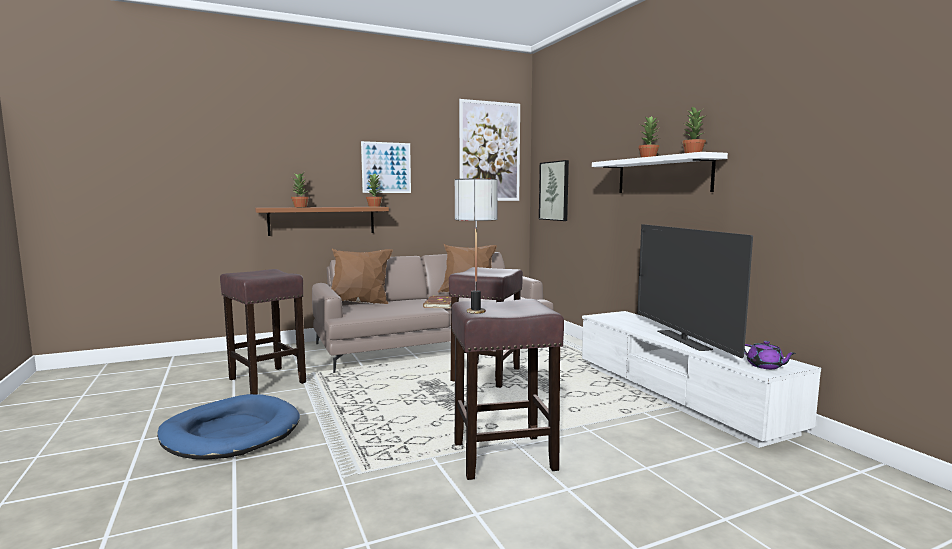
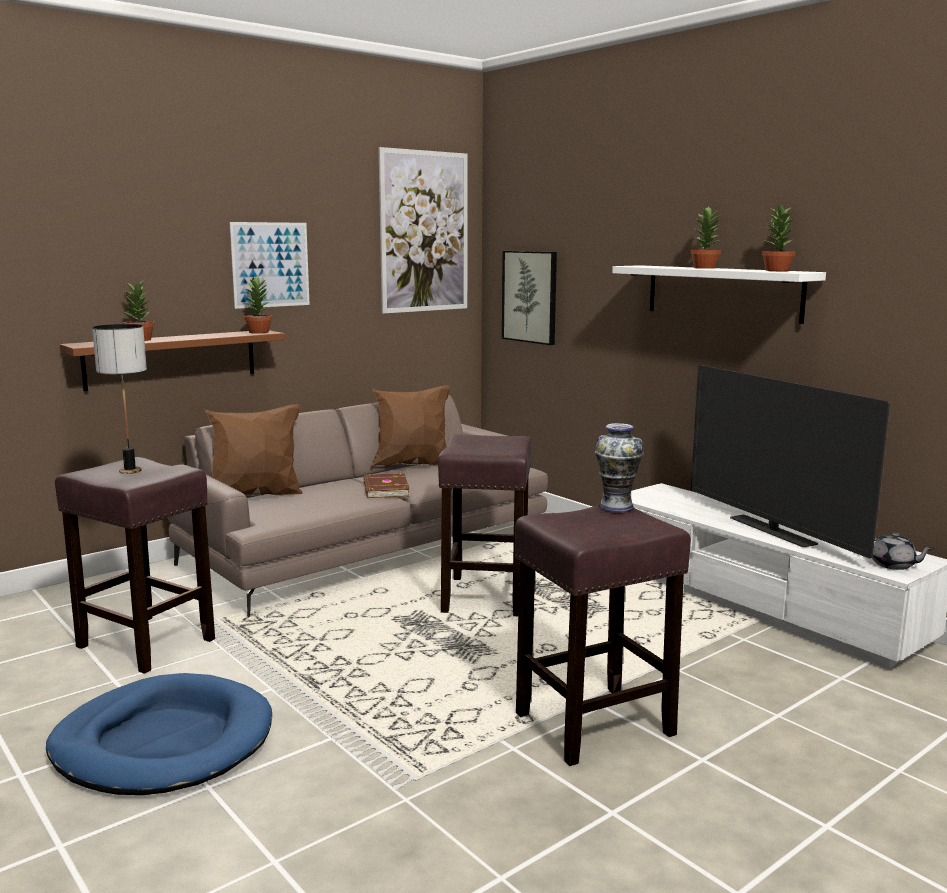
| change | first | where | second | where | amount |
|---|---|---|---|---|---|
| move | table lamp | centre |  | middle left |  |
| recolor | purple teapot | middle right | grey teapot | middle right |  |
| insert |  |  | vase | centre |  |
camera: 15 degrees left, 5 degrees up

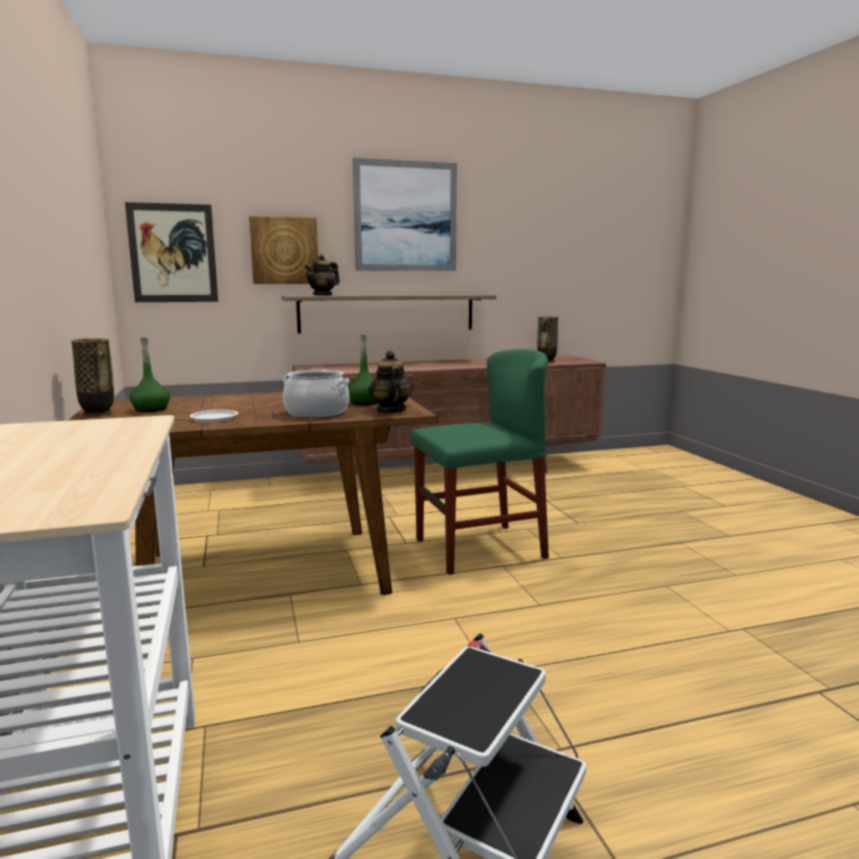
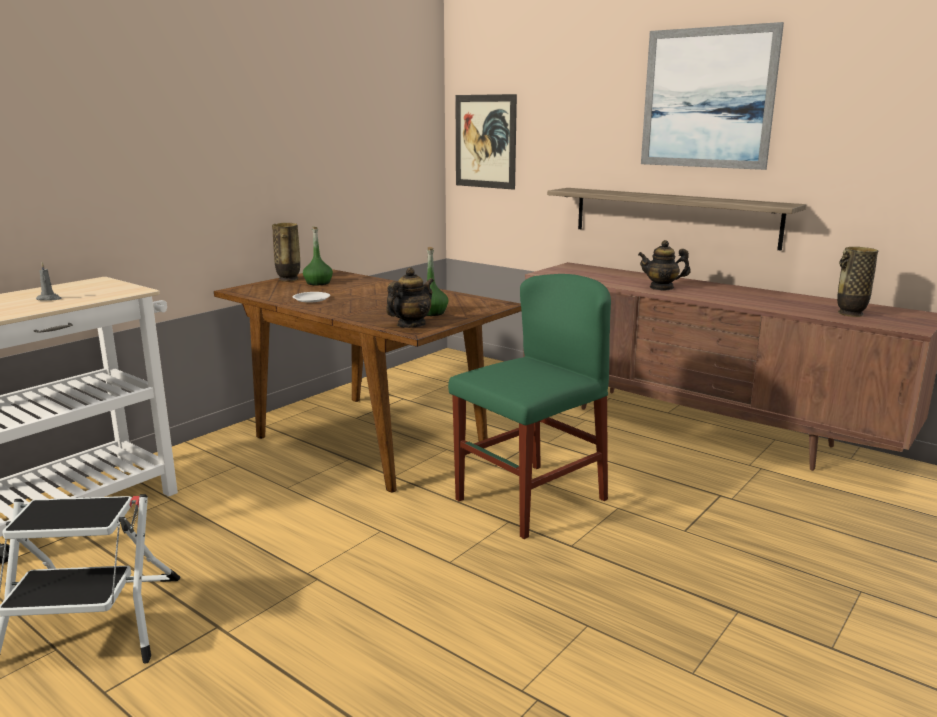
| change | first | where | second | where | amount |
|---|---|---|---|---|---|
| delete | picture (2nd from left) | top left |  |  |  |
| delete | cooking pot | centre |  |  |  |
| move | teapot (1st from left in the first image) | top centre | teapot (2nd from left) | middle right |  |
| rotate | green chair | centre |  | centre | 75 degrees counterclockwise |
| insert |  |  | grey candle | middle left |  |
camera: 55 degrees right, 5 degrees up

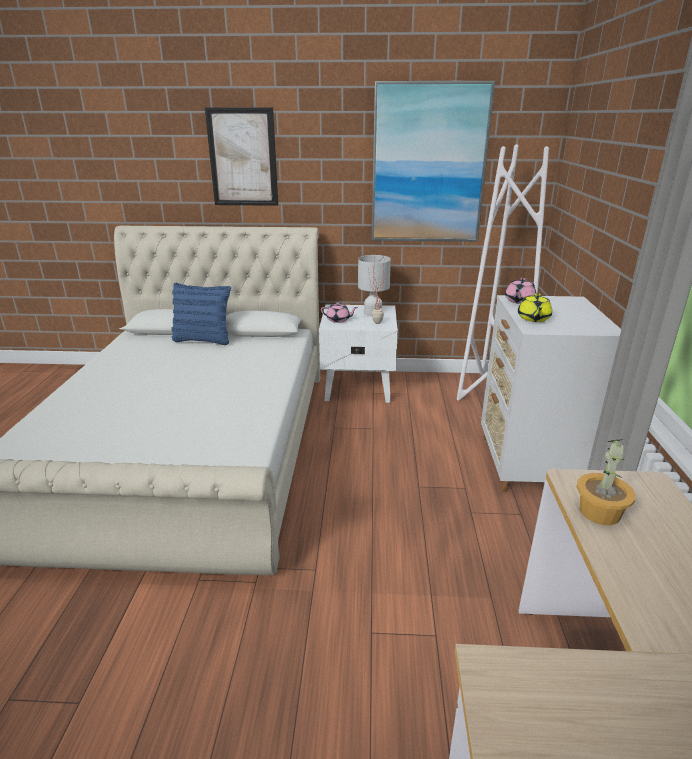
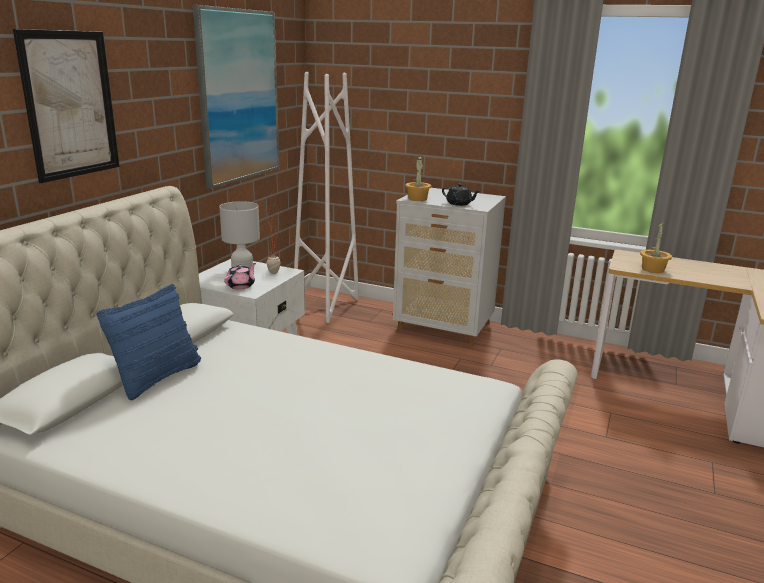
| change | first | where | second | where | amount |
|---|---|---|---|---|---|
| replace | pink teapot (2nd from left) | middle right | potted plant (2nd from left) | top centre |  |
| recolor | yellow teapot | middle right | black teapot | centre |  |
camera: 70 degrees left, 5 degrees down

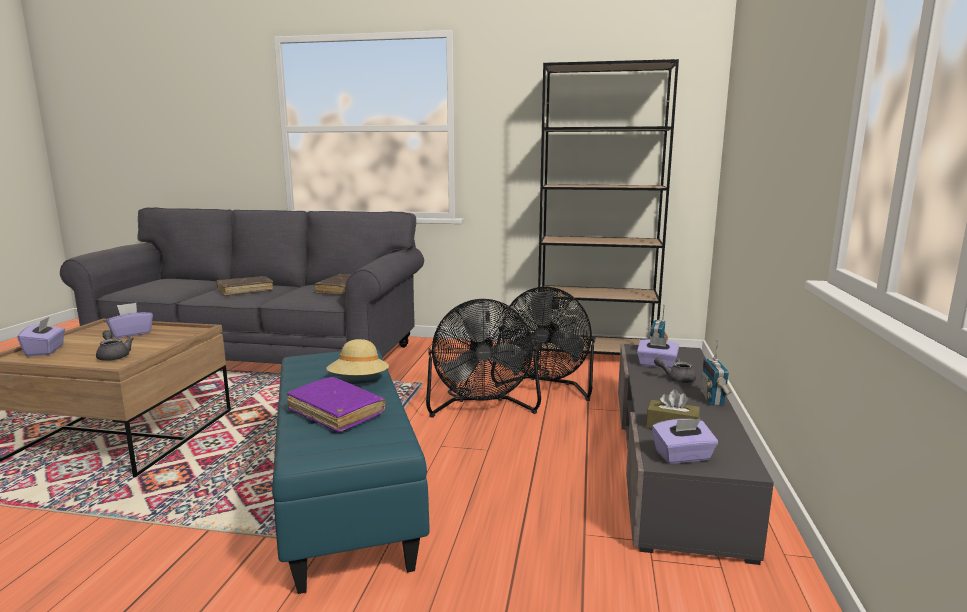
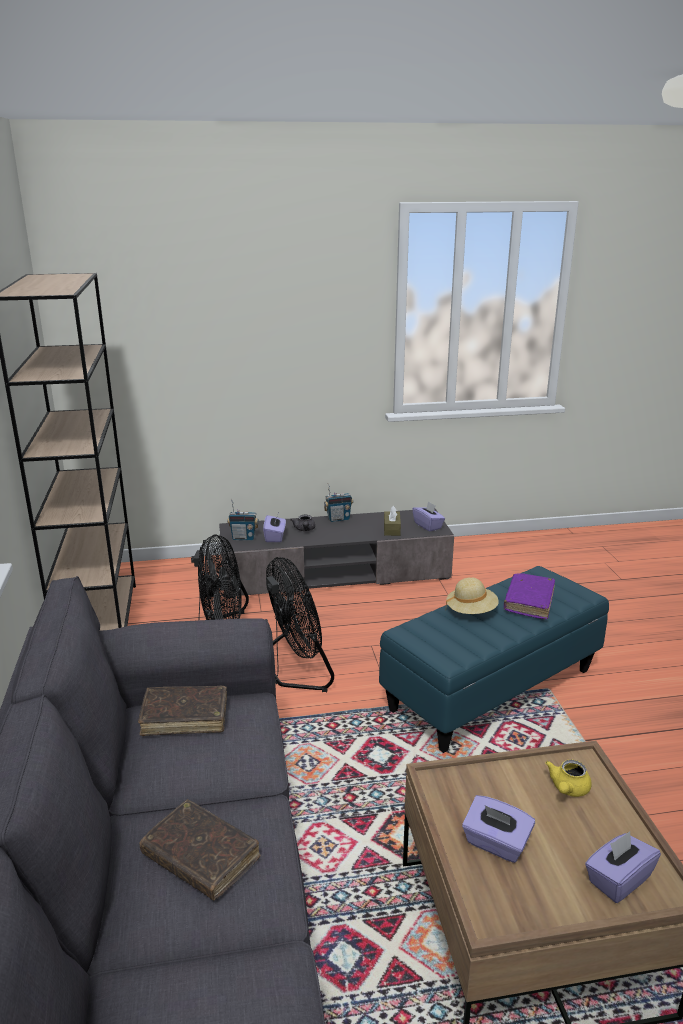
| change | first | where | second | where | amount |
|---|---|---|---|---|---|
| recolor | grey teapot (1st from left) | middle left | yellow teapot | bottom right |  |
camera: 110 degrees left, 10 degrees up

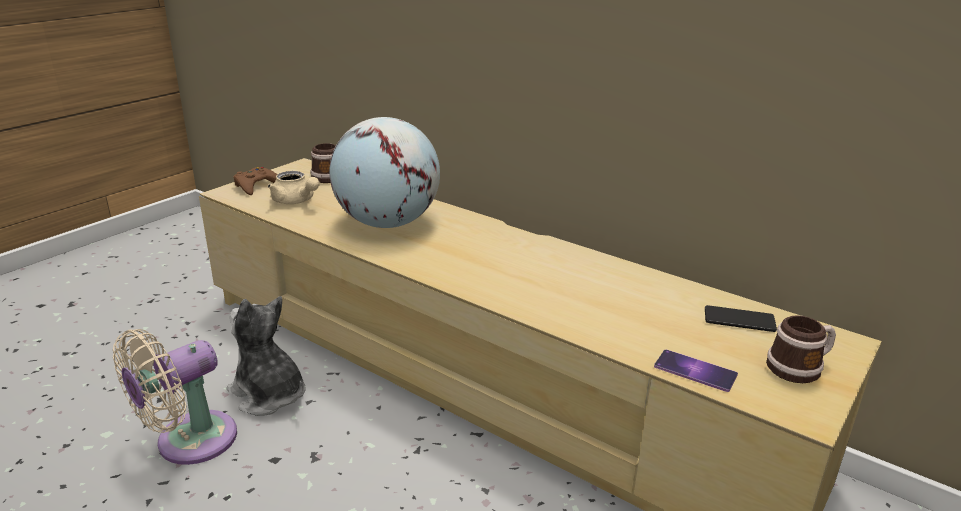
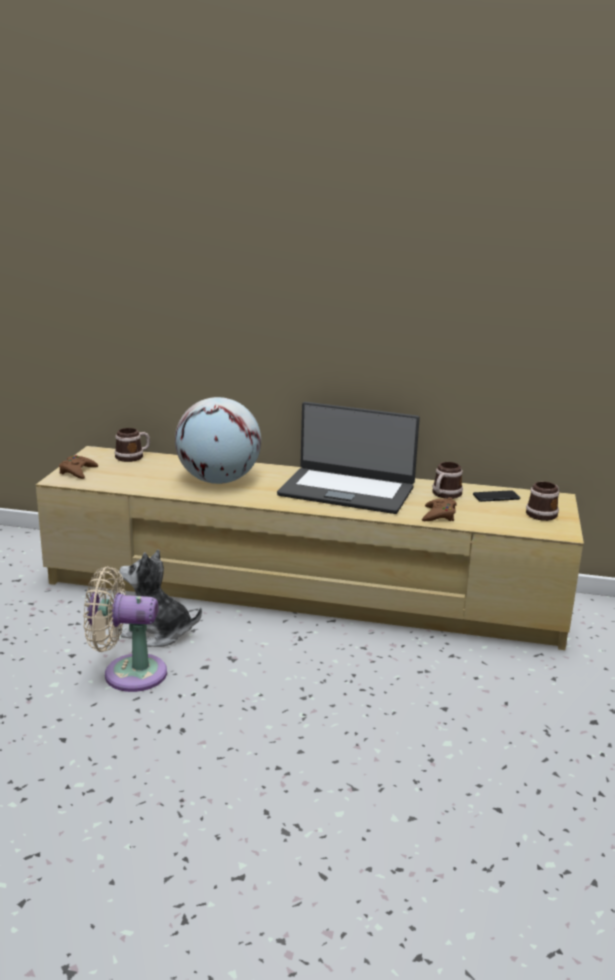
| change | first | where | second | where | amount |
|---|---|---|---|---|---|
| rotate | beige fan | bottom left |  | middle left | 75 degrees clockwise |
| delete | beige teapot | middle left |  |  |  |
| delete | phone (1st from left) | bottom right |  |  |  |
| insert |  |  | laptop | centre |  |
| insert |  |  | brown game controller (2nd from left) | middle right |  |
| insert |  |  | mug (2nd from left) | middle right |  |
camera: 25 degrees left, 5 degrees down

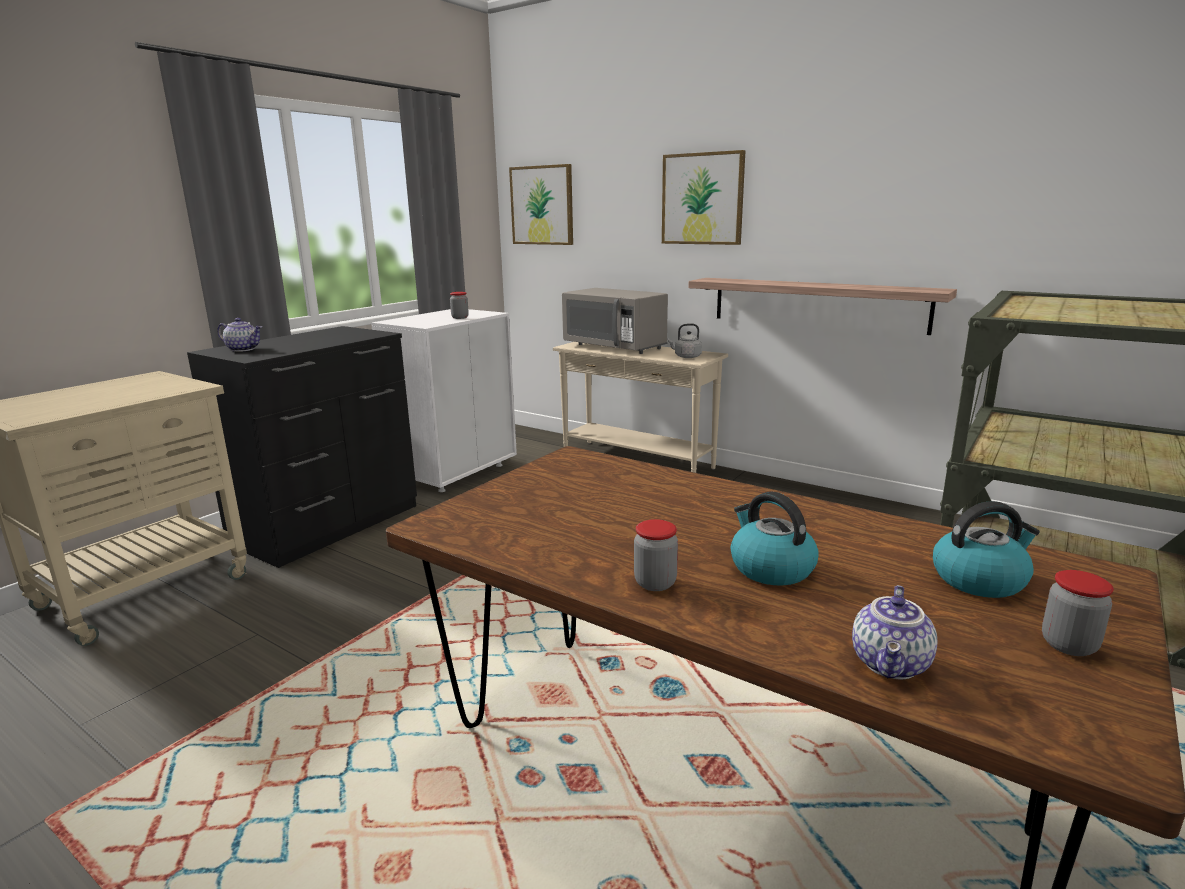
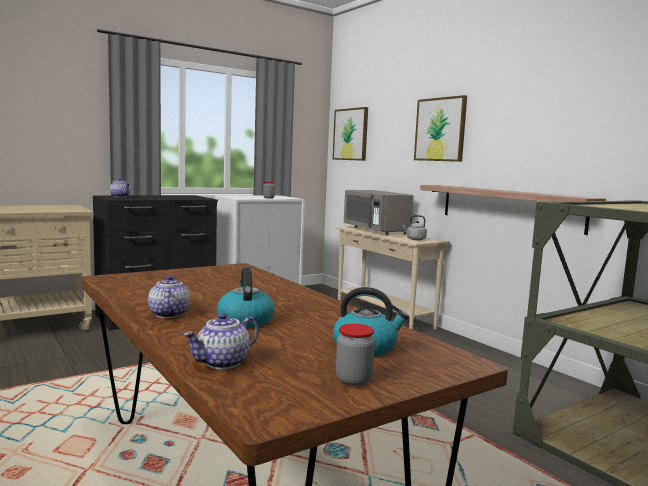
| change | first | where | second | where | amount |
|---|---|---|---|---|---|
| replace | jar (2nd from left) | centre | teapot (2nd from left) | middle left |  |
camera: 20 degrees right, 10 degrees down

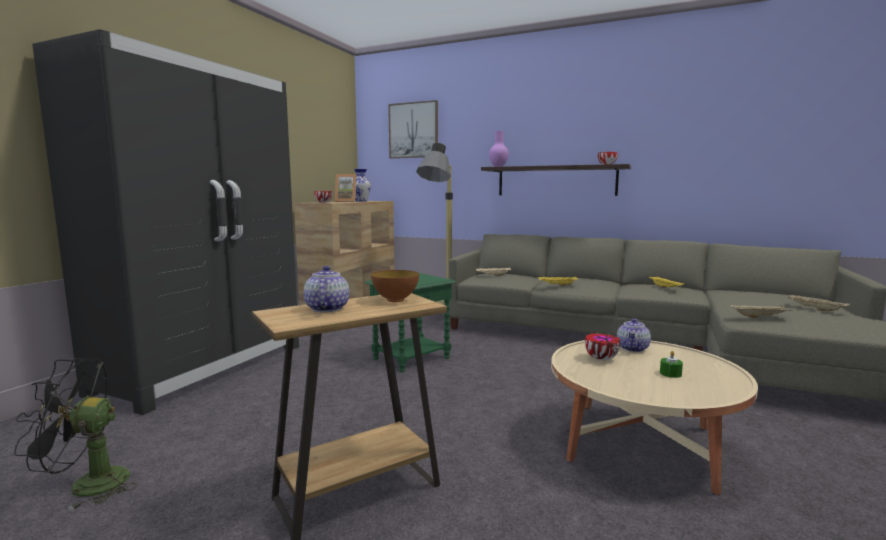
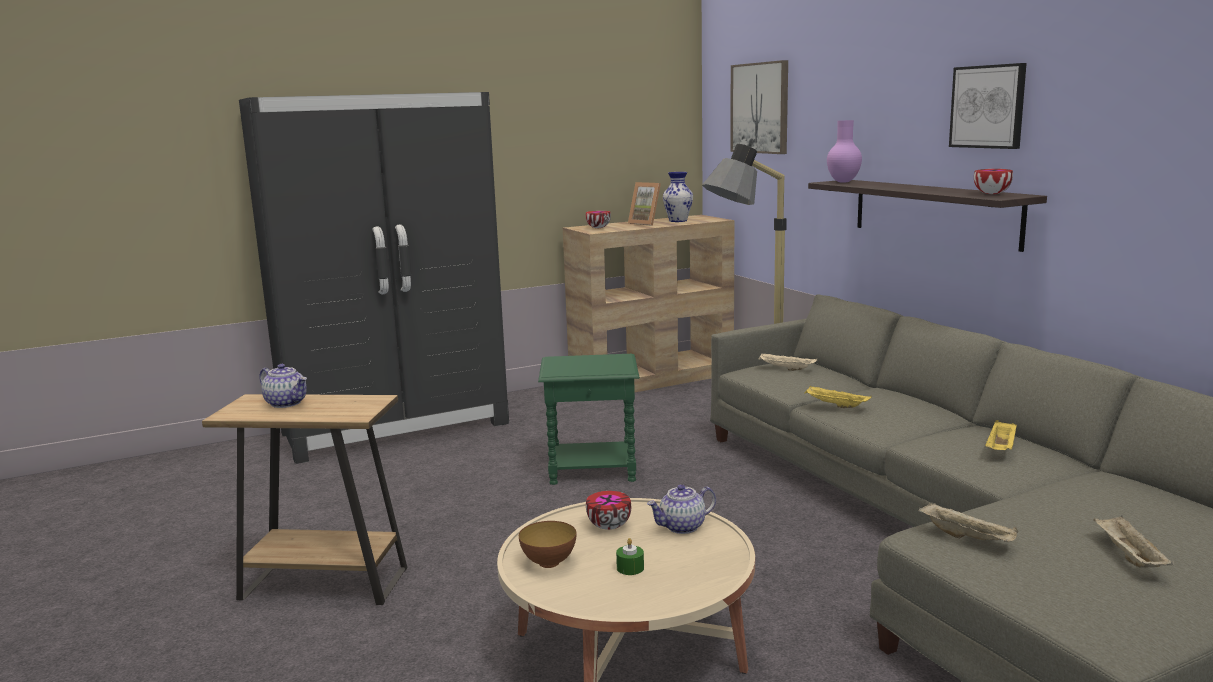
| change | first | where | second | where | amount |
|---|---|---|---|---|---|
| delete | black fan | bottom left |  |  |  |
| rotate | teapot (1st from left) | centre |  | middle left | 90 degrees clockwise |
| move | bowl (2nd from left in the first image) | centre | bowl (1st from left) | bottom centre |  |
| insert |  |  | picture (2nd from left) | top right |  |
camera: 40 degrees right, 5 degrees up

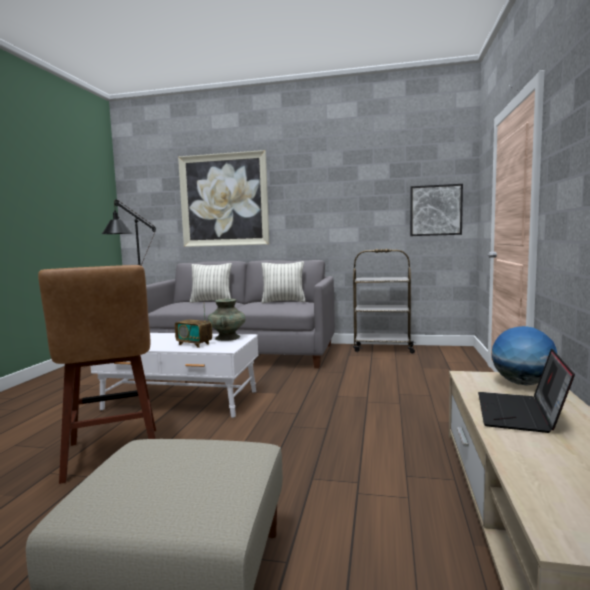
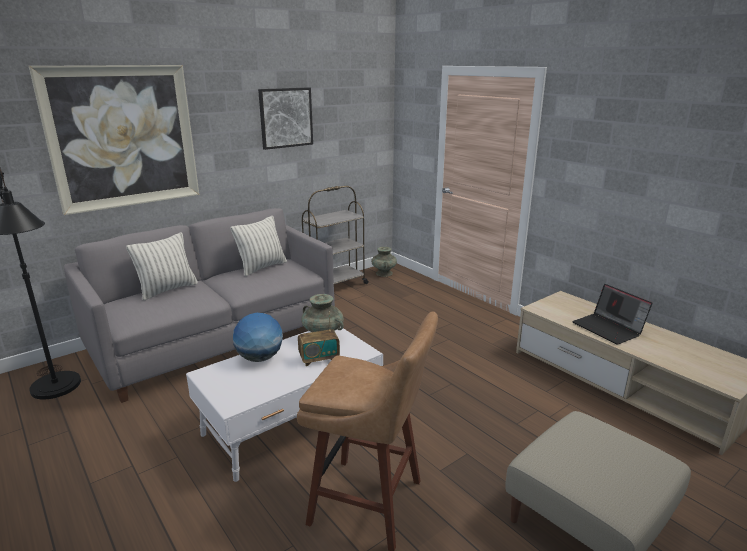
| change | first | where | second | where | amount |
|---|---|---|---|---|---|
| move | picture (2nd from left) | middle right |  | top centre |  |
| move | globe | middle right |  | centre |  |
| insert |  |  | turquoise vase (2nd from left) | centre |  |
camera: 50 degrees left, 15 degrees up

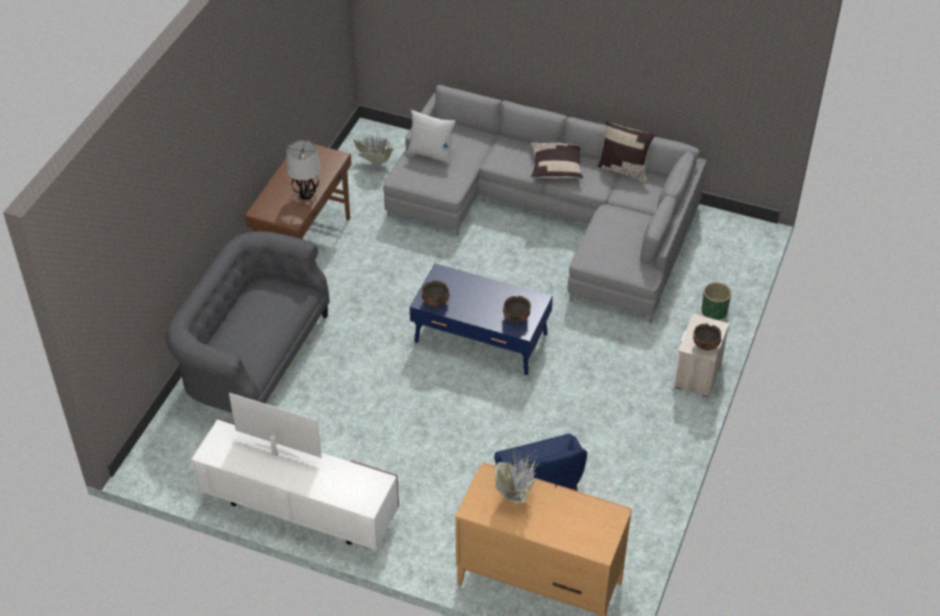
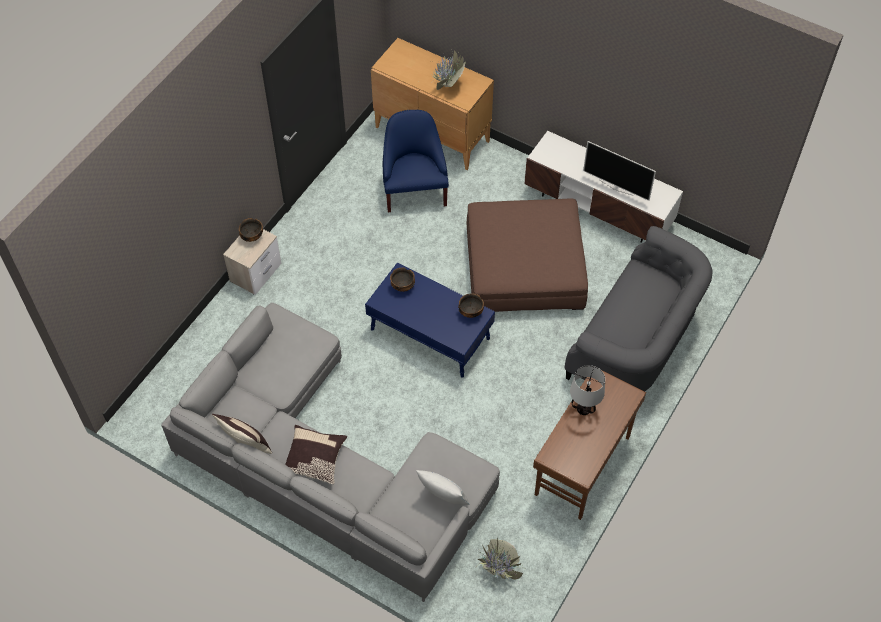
| change | first | where | second | where | amount |
|---|---|---|---|---|---|
| delete | green planter | middle right |  |  |  |
| insert |  |  | brown ottoman | centre |  |
camera: 170 degrees left, 10 degrees up

